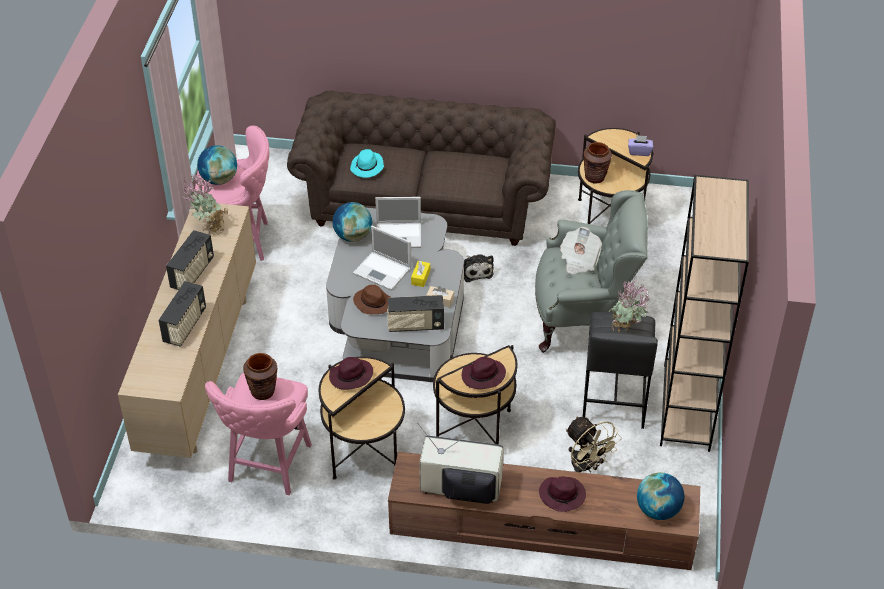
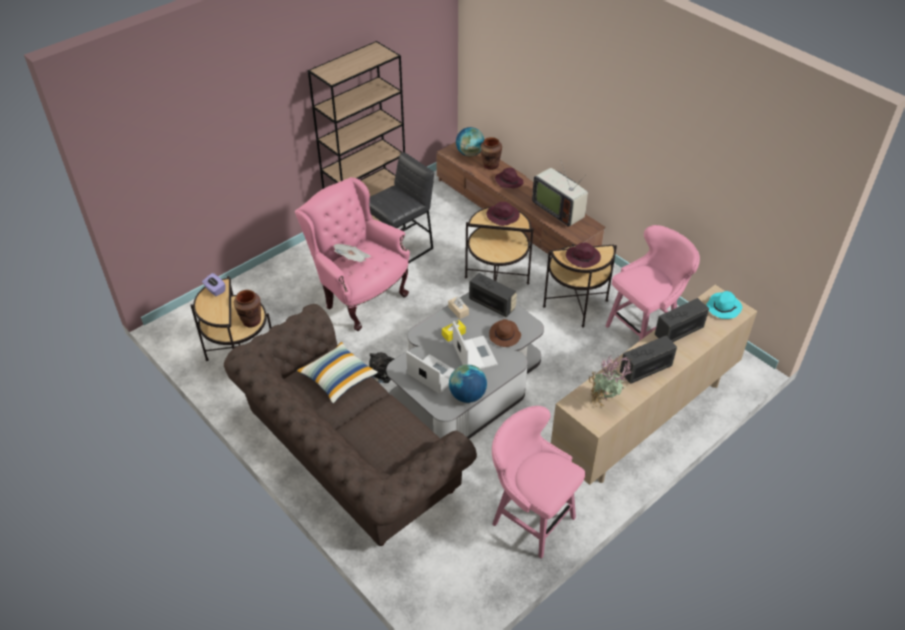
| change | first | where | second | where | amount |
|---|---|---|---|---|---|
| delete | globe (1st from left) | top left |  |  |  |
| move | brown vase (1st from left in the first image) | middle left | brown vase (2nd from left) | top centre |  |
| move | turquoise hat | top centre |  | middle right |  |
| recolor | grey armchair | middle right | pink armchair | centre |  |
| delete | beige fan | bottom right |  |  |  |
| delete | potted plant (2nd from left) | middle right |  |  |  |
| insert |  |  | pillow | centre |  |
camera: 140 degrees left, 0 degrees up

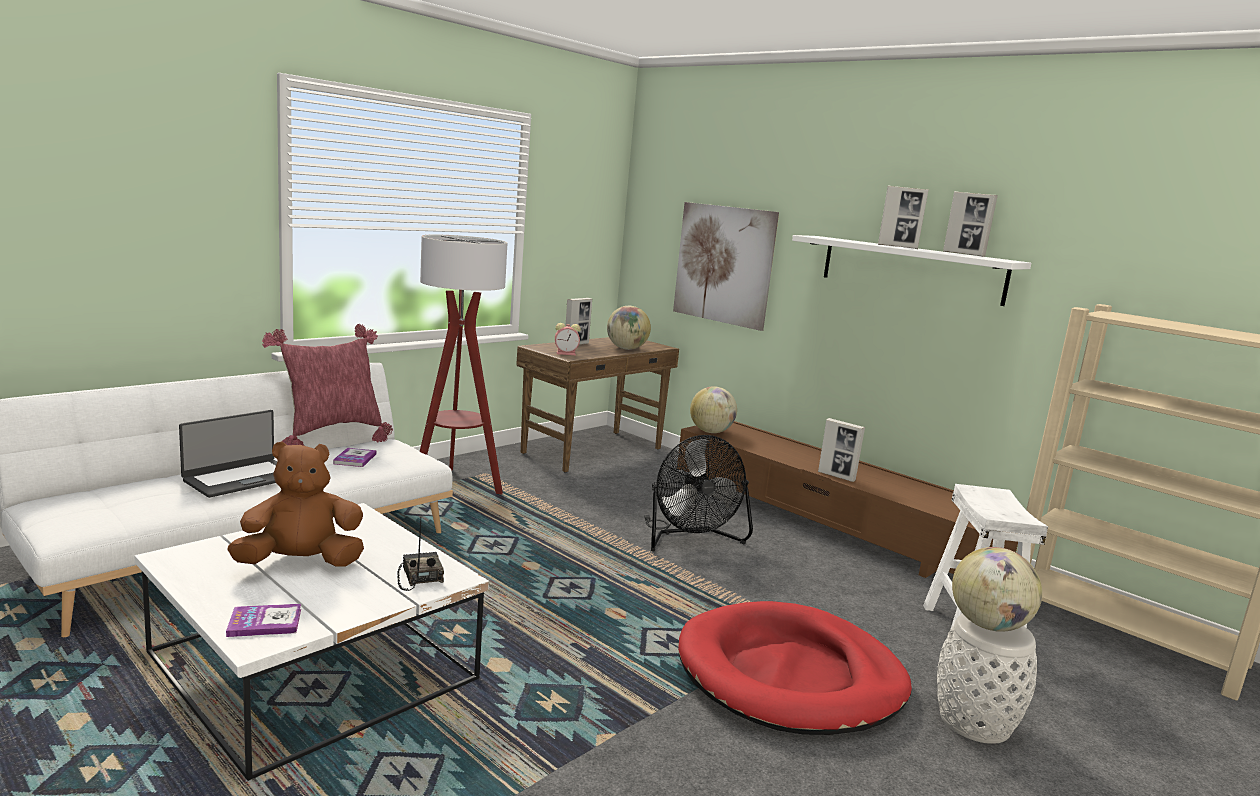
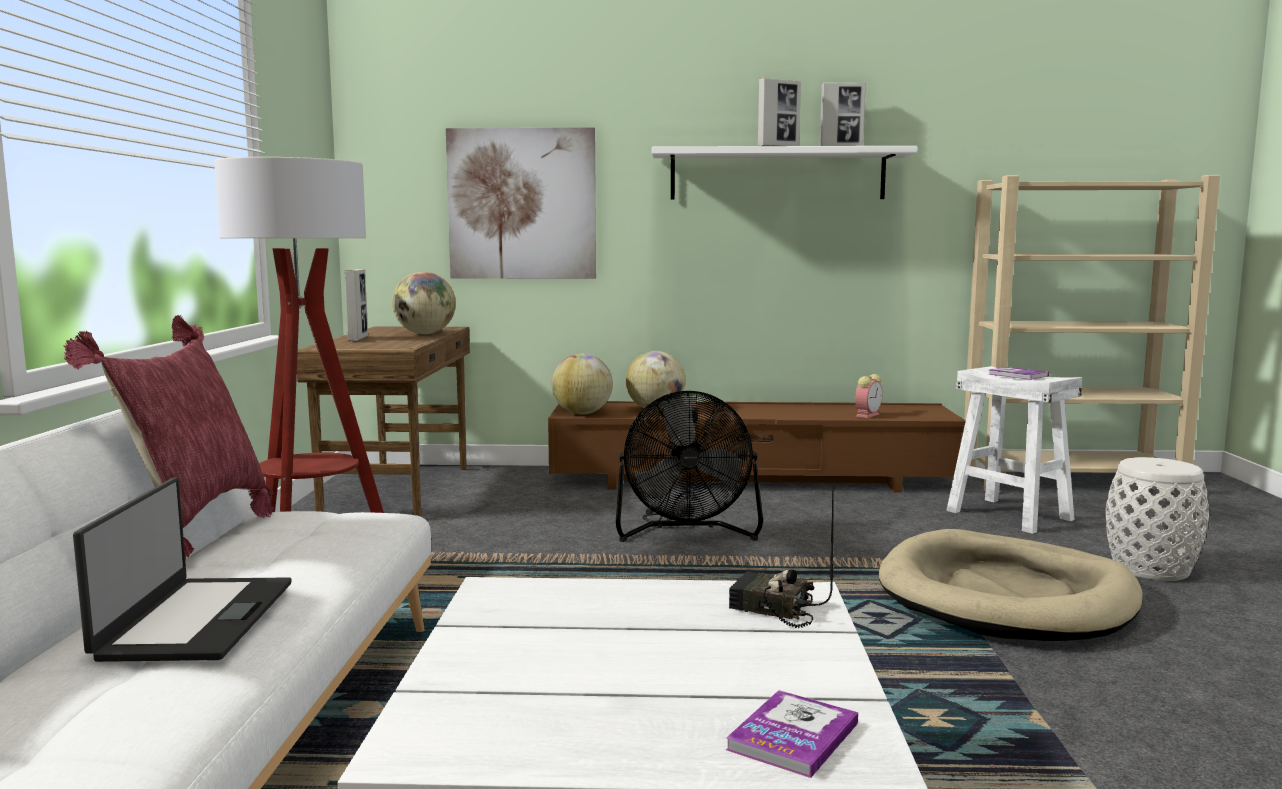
| change | first | where | second | where | amount |
|---|---|---|---|---|---|
| delete | brown plush toy | middle left |  |  |  |
| move | book (2nd from left) | middle left |  | middle right |  |
| move | alarm clock | centre |  | middle right |  |
| rotate | black fan | centre |  | centre | 60 degrees clockwise |
| recolor | red dog bed | bottom centre | beige dog bed | bottom right |  |
| delete | picture frame (2nd from left) | middle right |  |  |  |
| move | globe (3rd from left) | bottom right |  | centre |  |
camera: 40 degrees left, 5 degrees down

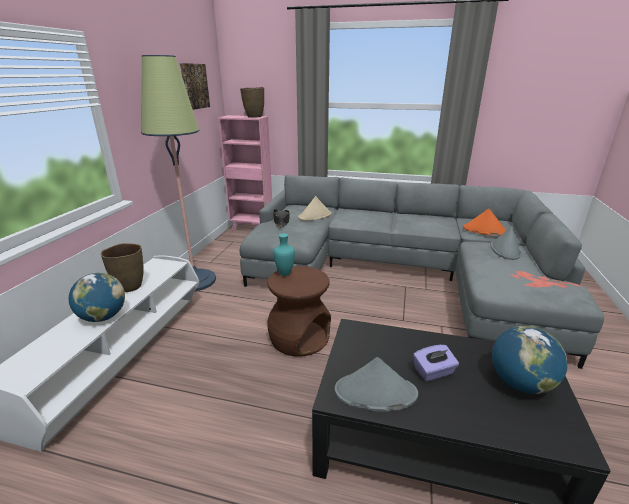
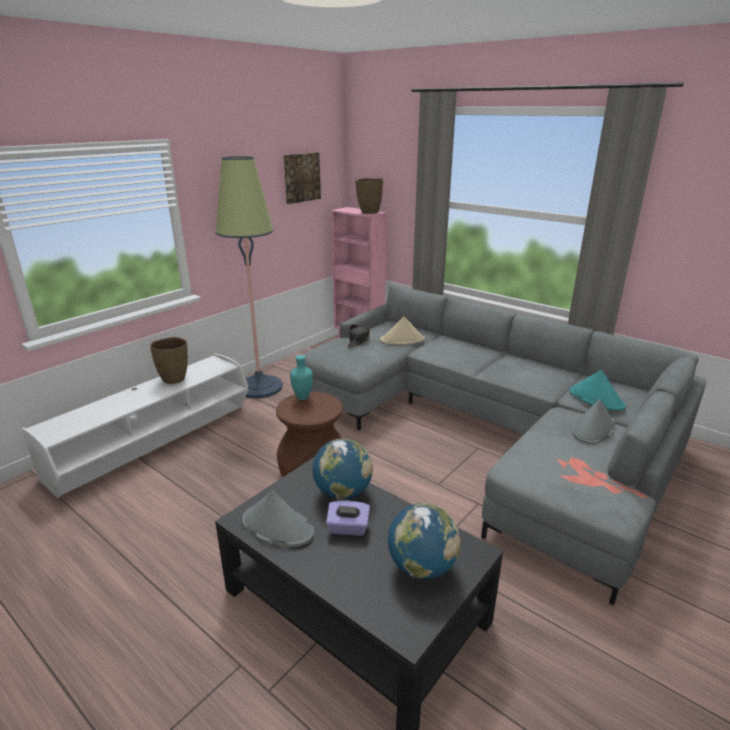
| change | first | where | second | where | amount |
|---|---|---|---|---|---|
| move | globe (1st from left) | middle left |  | centre |  |
| recolor | orange hat | middle right | turquoise hat | middle right |  |
camera: 25 degrees right, 0 degrees up

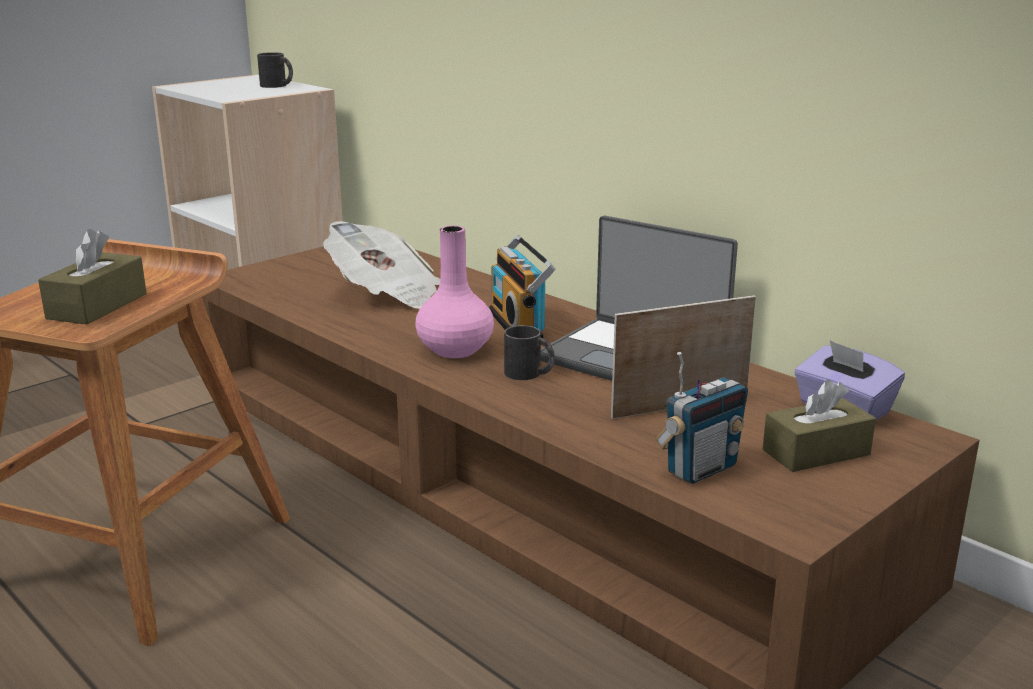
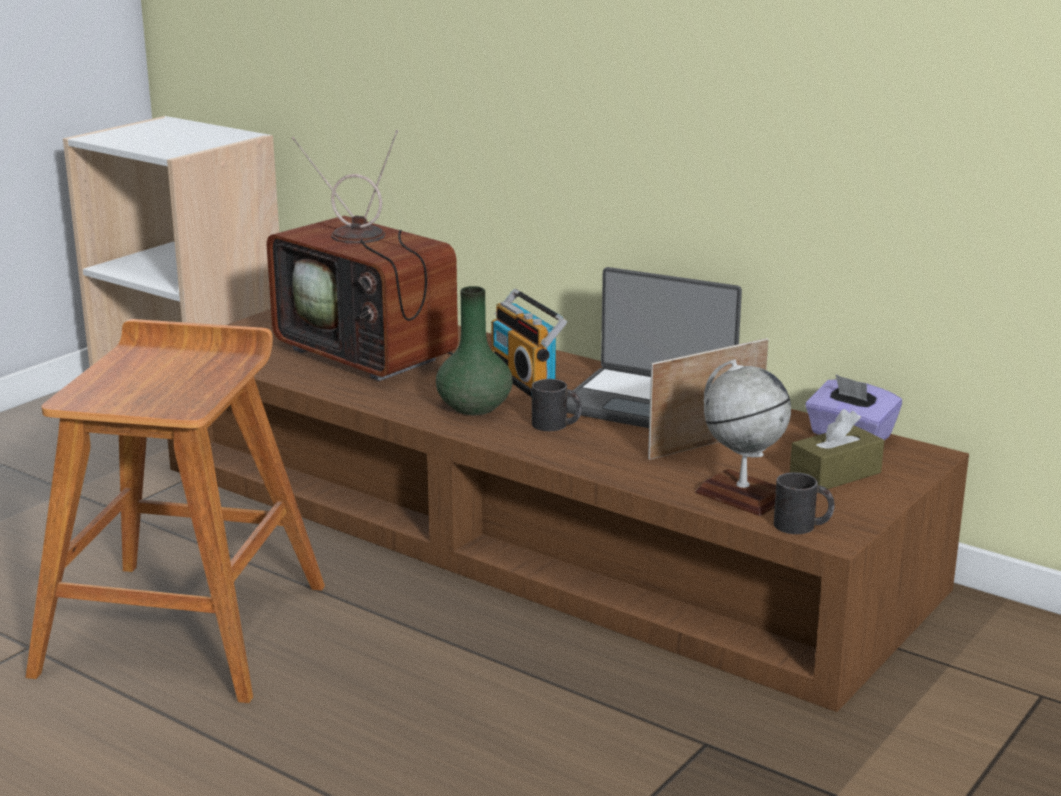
| change | first | where | second | where | amount |
|---|---|---|---|---|---|
| delete | brown tissue box (1st from left) | middle left |  |  |  |
| move | black mug (1st from left in the first image) | top left | black mug (2nd from left) | middle right |  |
| replace | newspaper | centre | television | top centre |  |
| recolor | pink vase | centre | green vase | centre |  |
| replace | radio (2nd from left) | middle right | globe | middle right |  |
camera: 10 degrees left, 0 degrees up

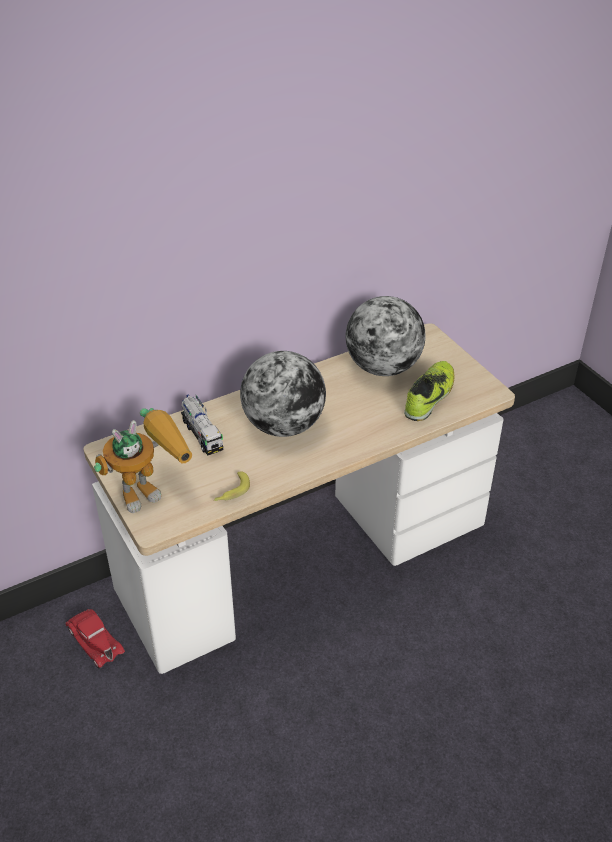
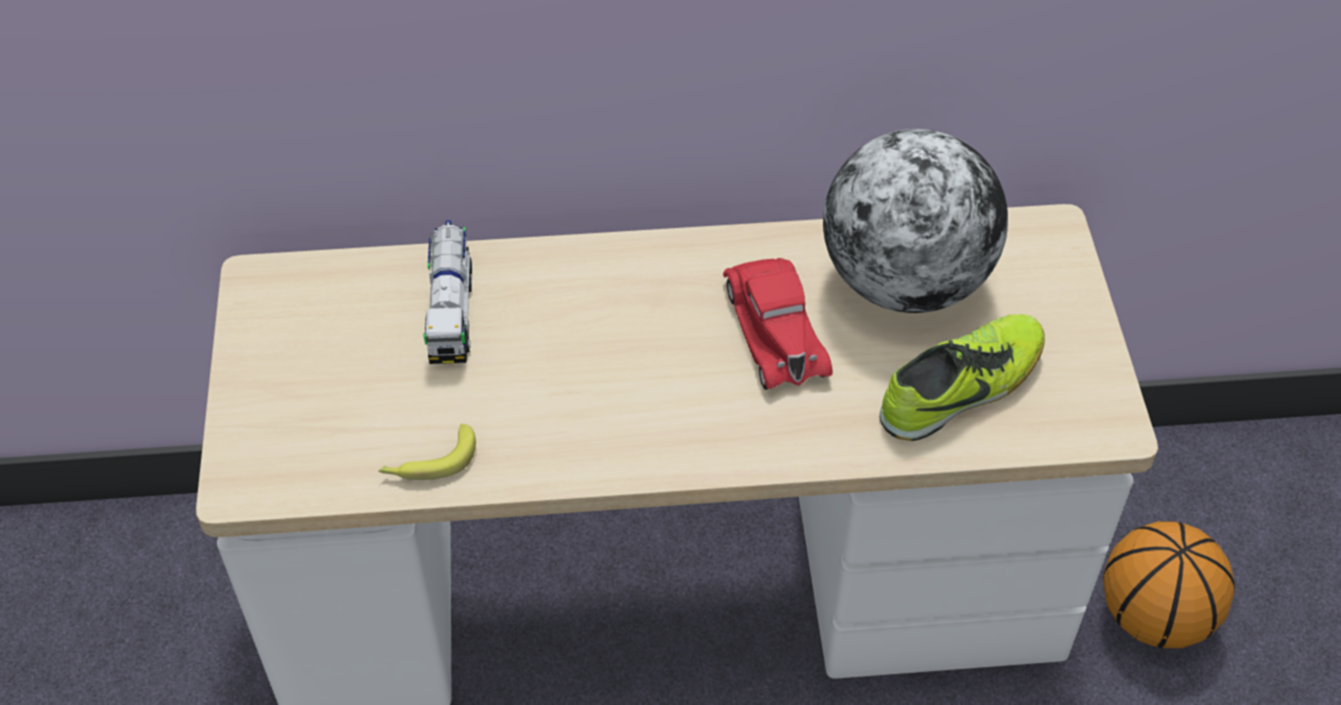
| change | first | where | second | where | amount |
|---|---|---|---|---|---|
| move | red toy car | bottom left |  | centre |  |
| delete | toy robot | middle left |  |  |  |
| delete | globe (1st from left) | centre |  |  |  |
| insert |  |  | basketball | bottom right |  |
camera: 25 degrees right, 10 degrees up

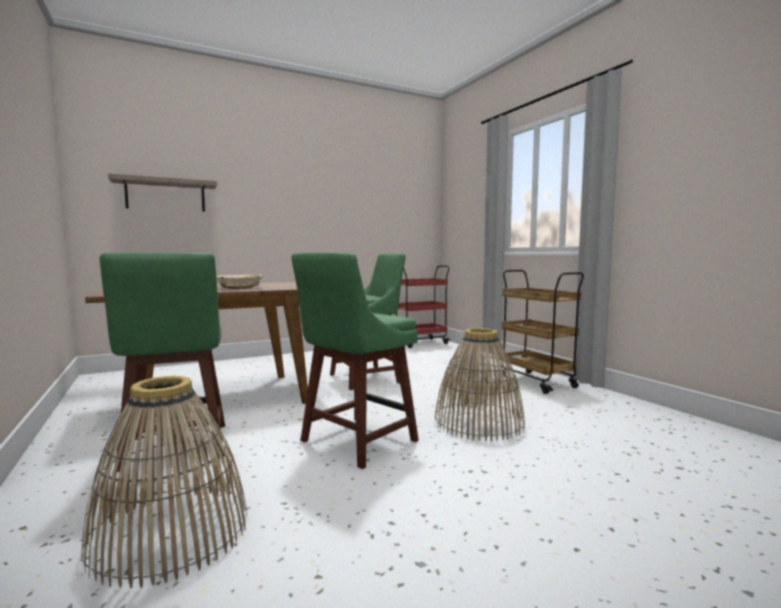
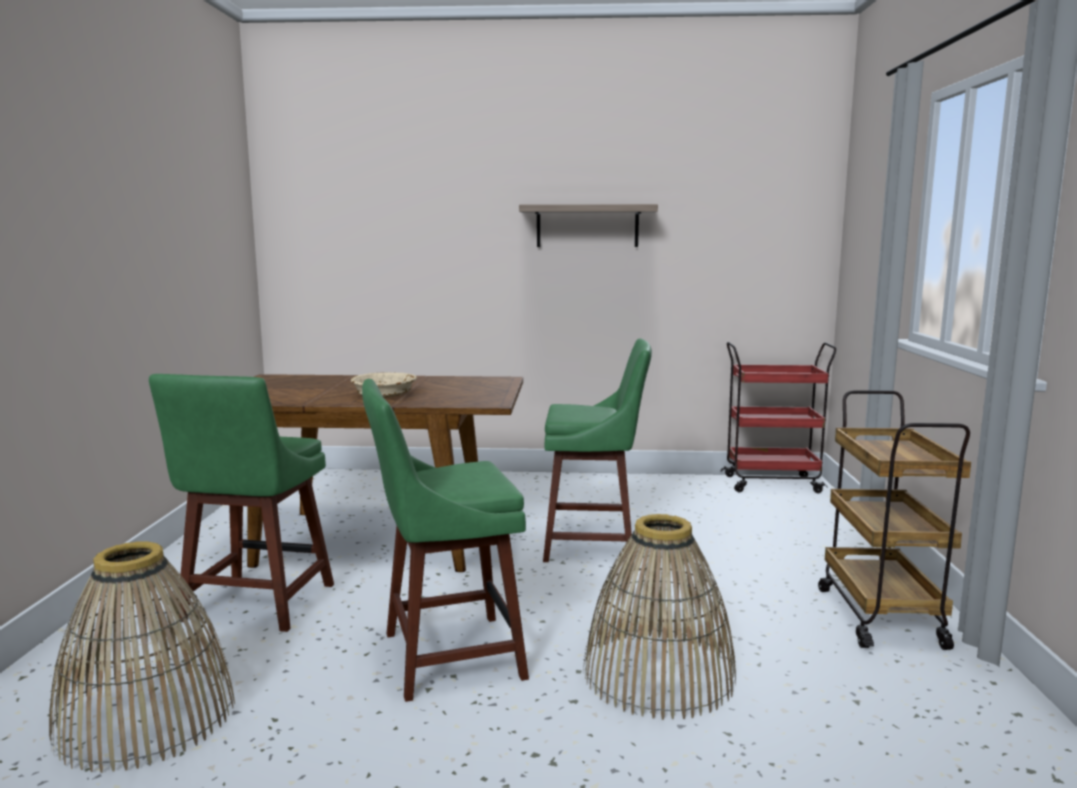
| change | first | where | second | where | amount |
|---|---|---|---|---|---|
| move | shelf | top left |  | top centre |  |
camera: 30 degrees right, 5 degrees up

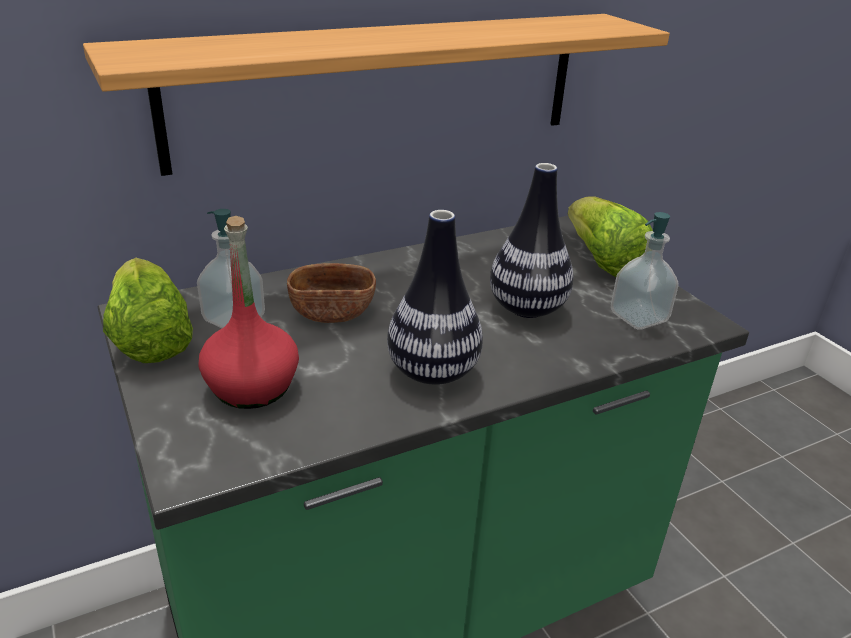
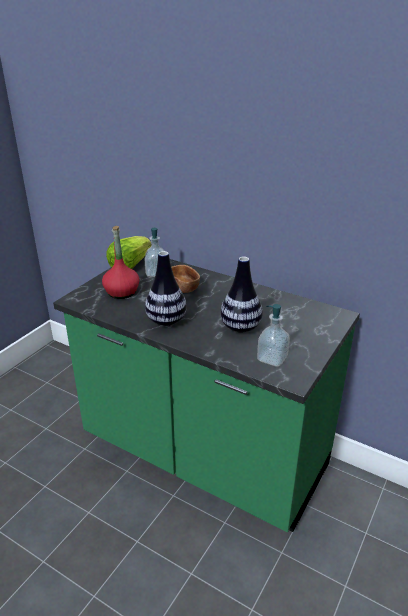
| change | first | where | second | where | amount |
|---|---|---|---|---|---|
| delete | shelf | top centre |  |  |  |
| delete | lettuce (2nd from left) | middle right |  |  |  |
camera: 60 degrees right, 0 degrees up

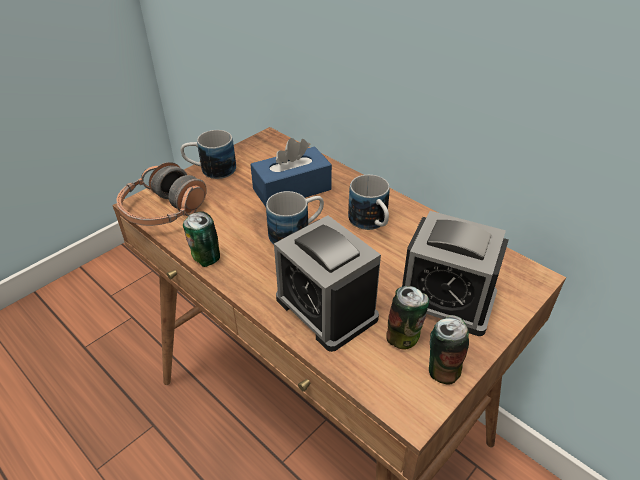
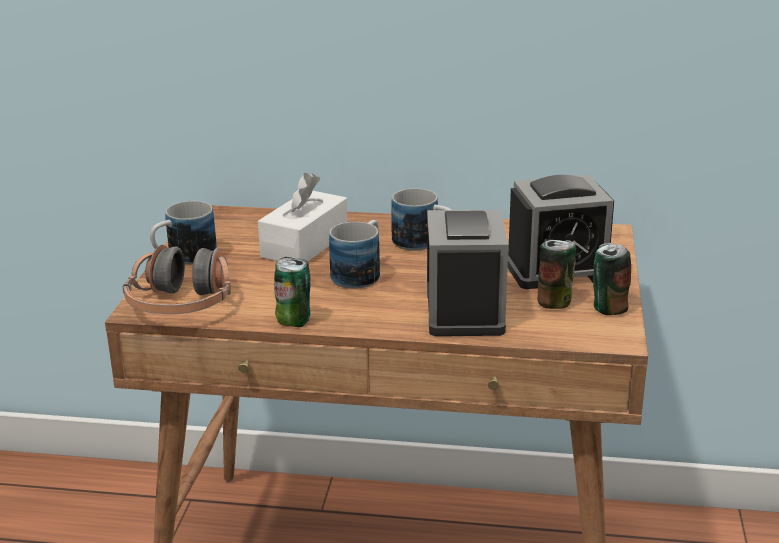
| change | first | where | second | where | amount |
|---|---|---|---|---|---|
| recolor | blue tissue box | centre | white tissue box | centre |  |
| rotate | alarm clock (1st from left) | centre |  | centre | 105 degrees counterclockwise |
camera: 35 degrees left, 15 degrees down

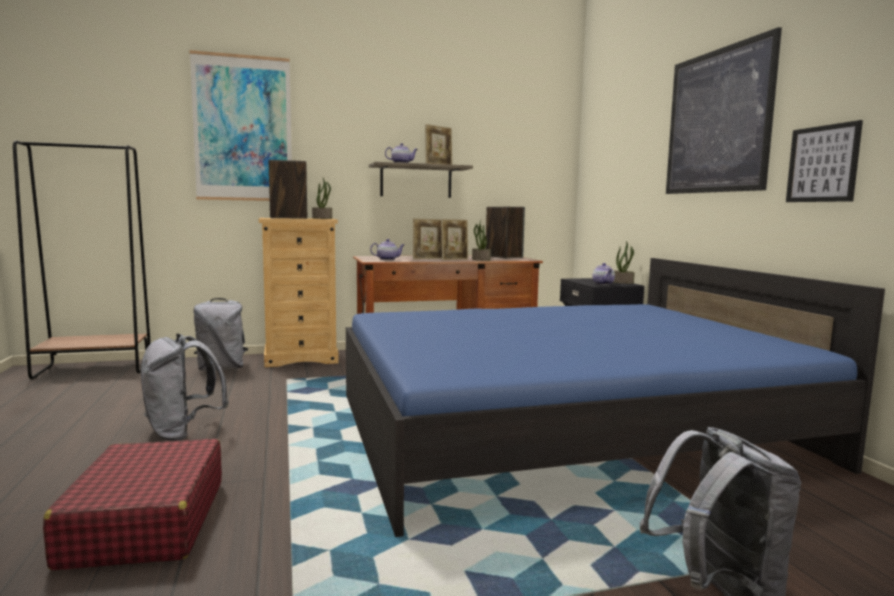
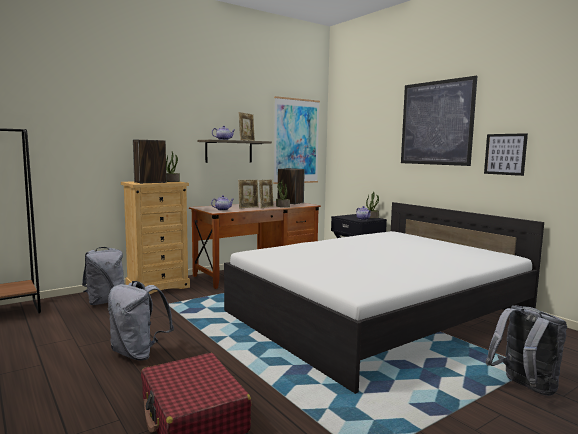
| change | first | where | second | where | amount |
|---|---|---|---|---|---|
| move | picture (1st from left) | top left |  | top centre |  |
| recolor | blue bed | middle right | white bed | bottom centre |  |
camera: 20 degrees left, 0 degrees up

